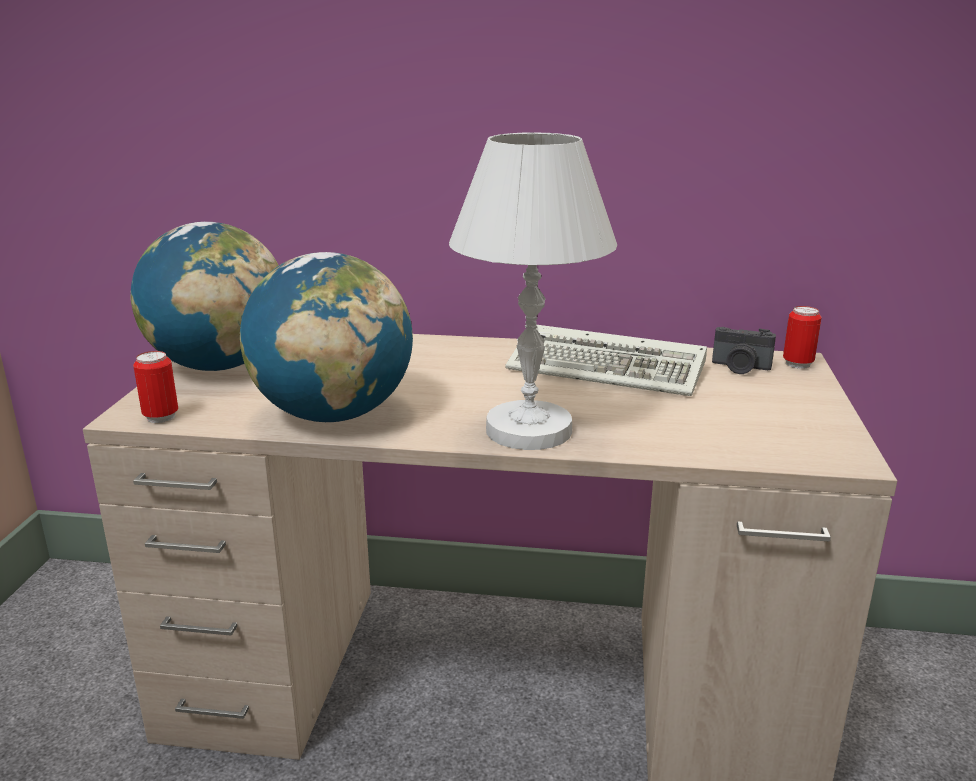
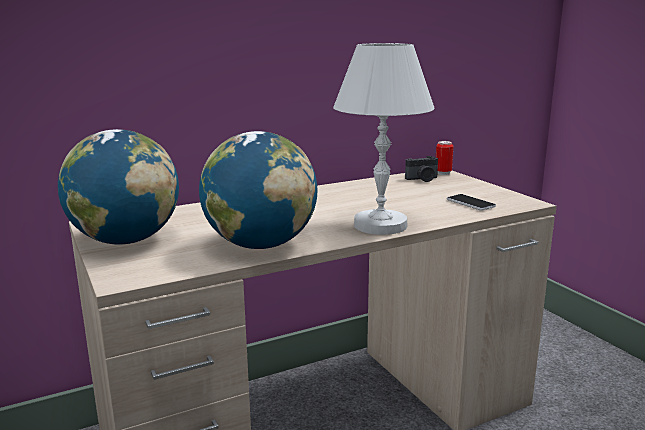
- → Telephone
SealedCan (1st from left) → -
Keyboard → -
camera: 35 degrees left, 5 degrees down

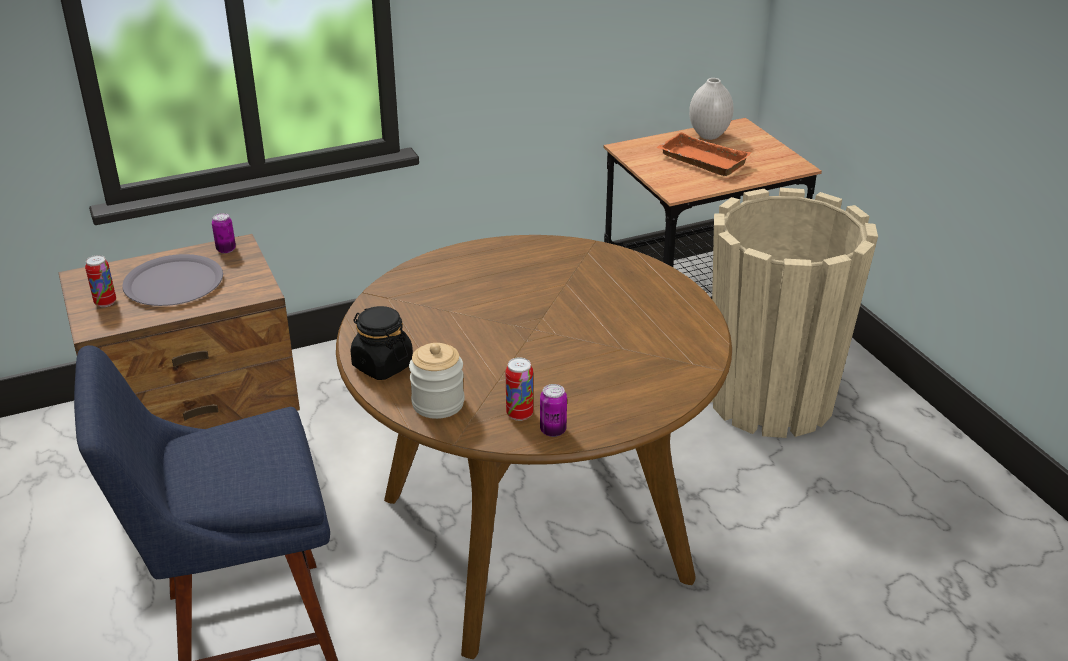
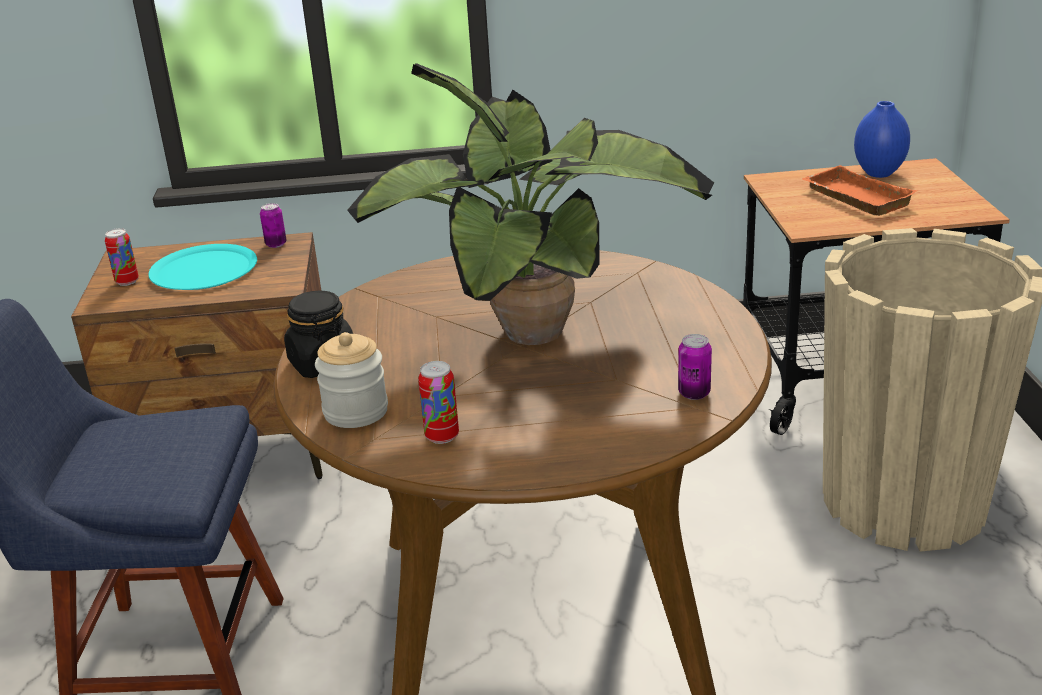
GreyishDinnerPlate → TurquoiseDinnerPlate
- → PlantInAPot
SealedCan (4th from left), moved
WhiteColouredVase → BluishVase
camera: 20 degrees right, 5 degrees down

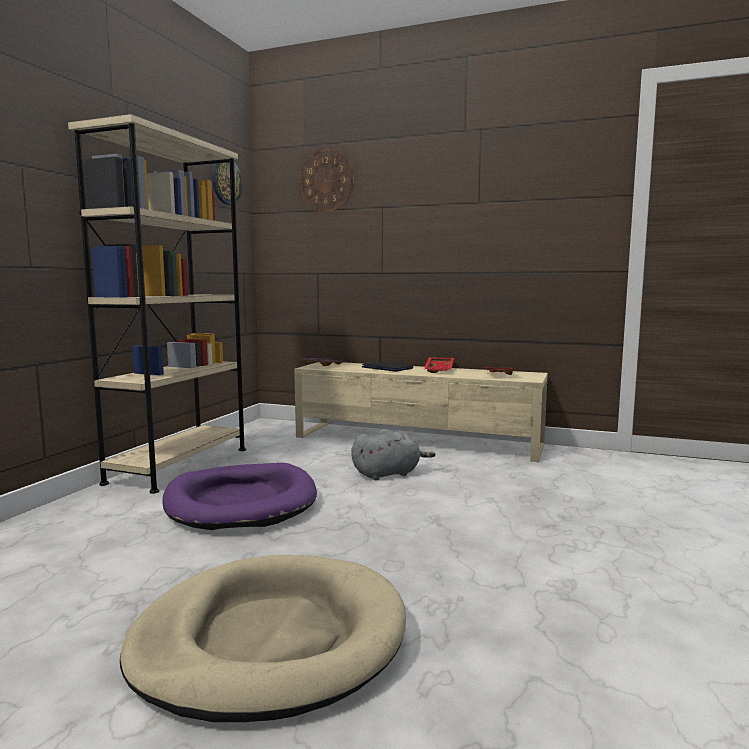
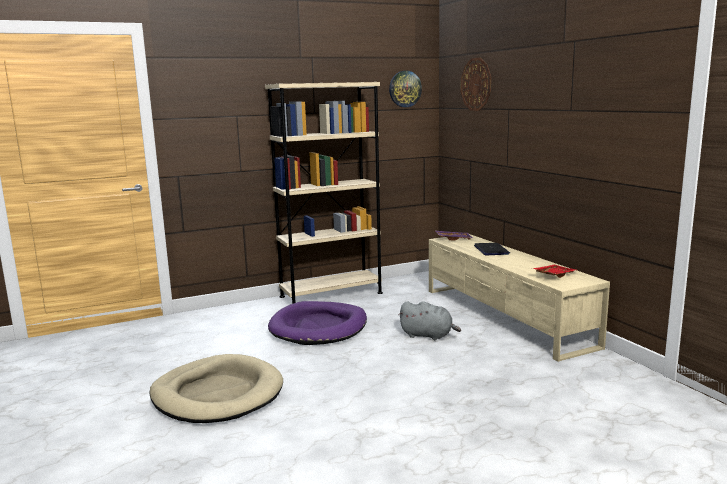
ReddishTray (1st from left) → -
camera: 45 degrees right, 5 degrees up

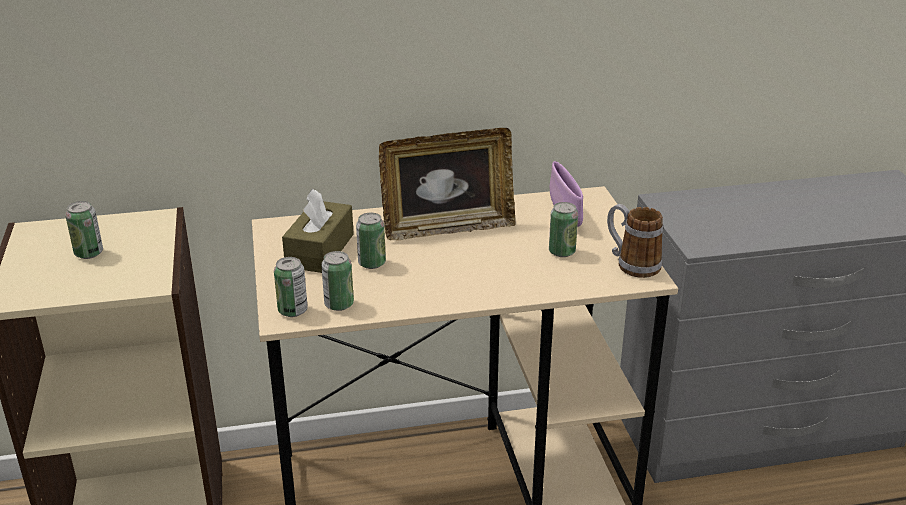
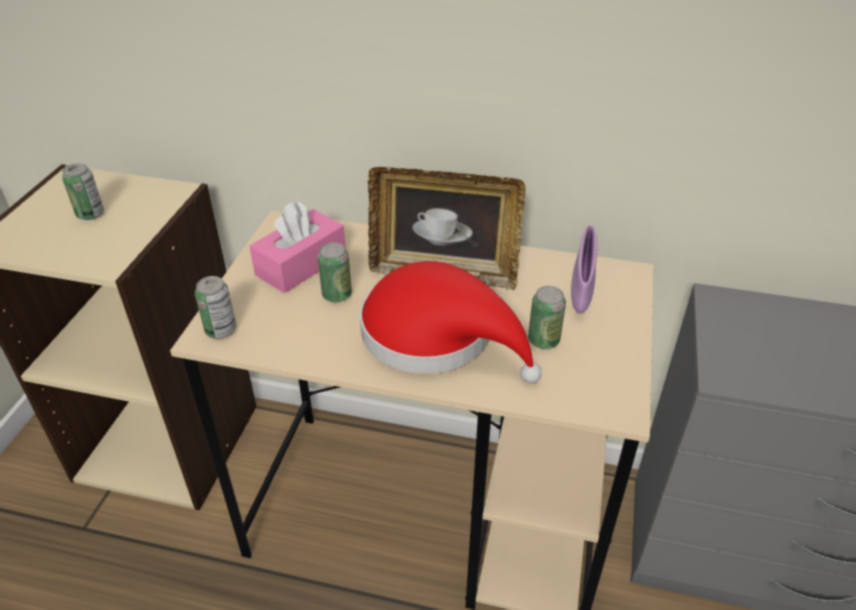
BrownColouredBoxOfTissues → PinkColouredBoxOfTissues
- → ReddishClothingHat
SealedCan (3rd from left) → -
CoffeeMug → -
camera: 25 degrees right, 10 degrees up

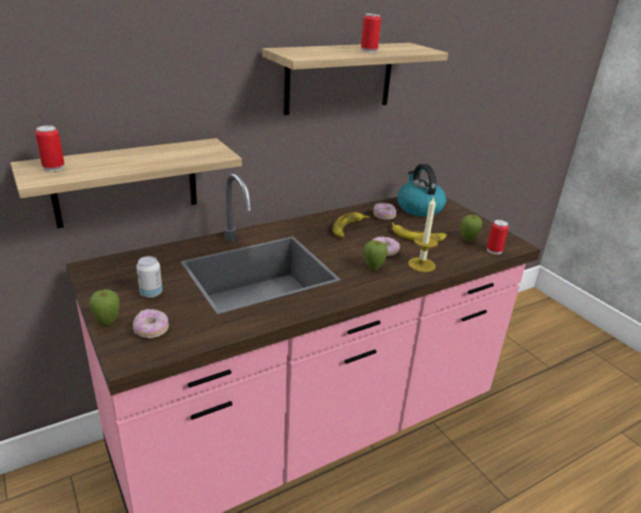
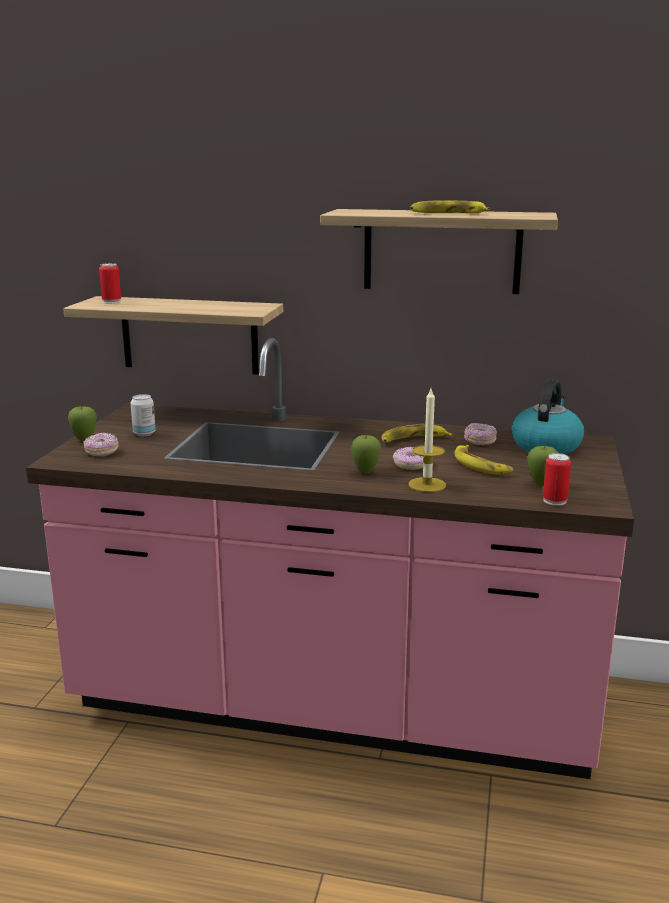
SealedCan (3rd from left) → WholeBanana (2nd from left)
camera: 45 degrees right, 10 degrees down

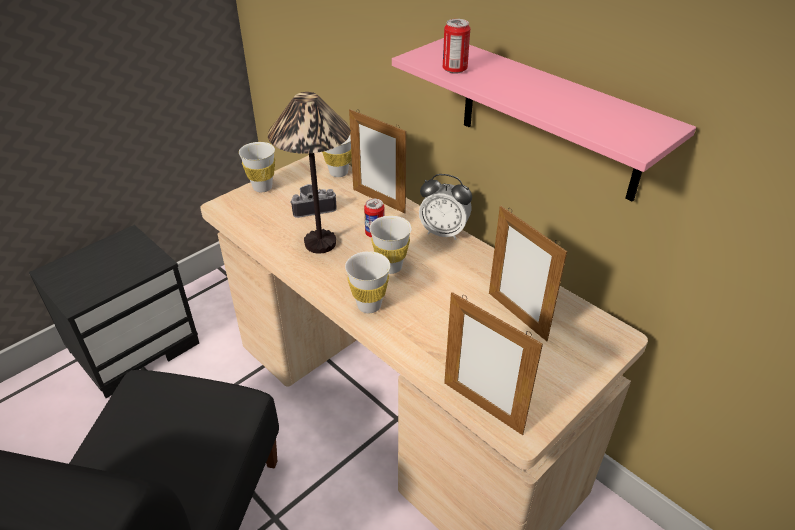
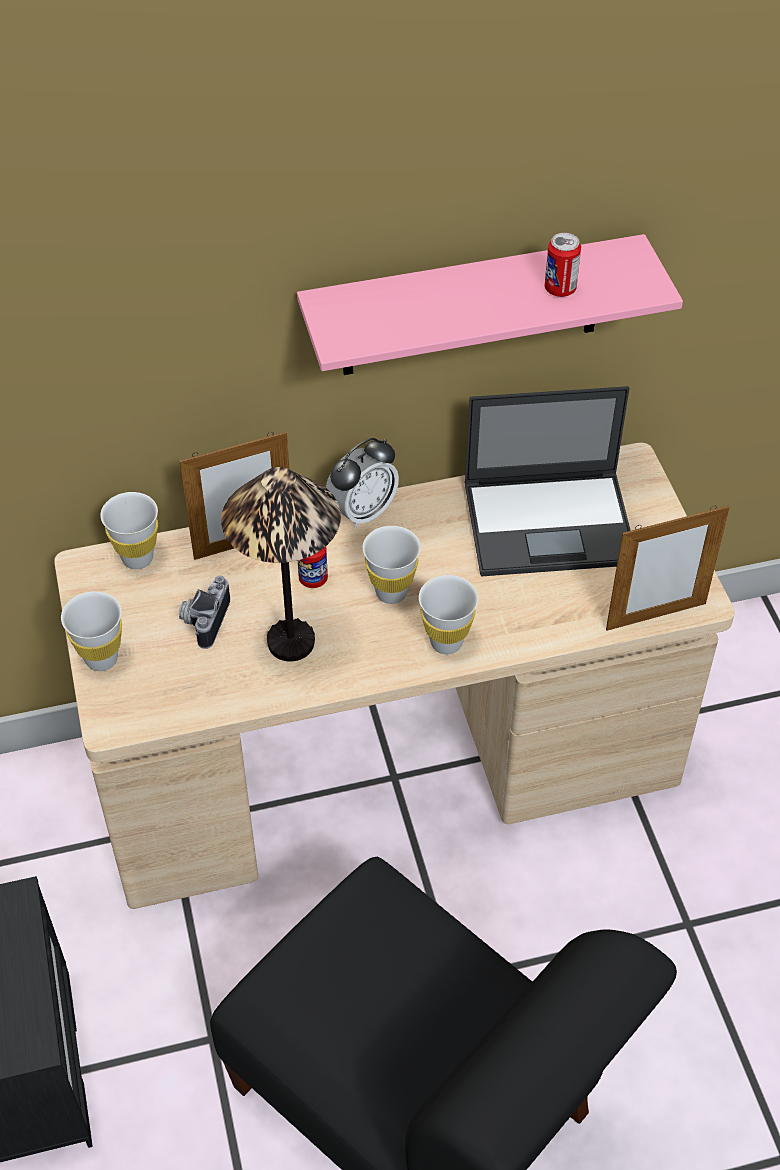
PhotoFrame (3rd from left) → PortableComputer
SealedCan (2nd from left), moved
camera: 60 degrees left, 10 degrees up

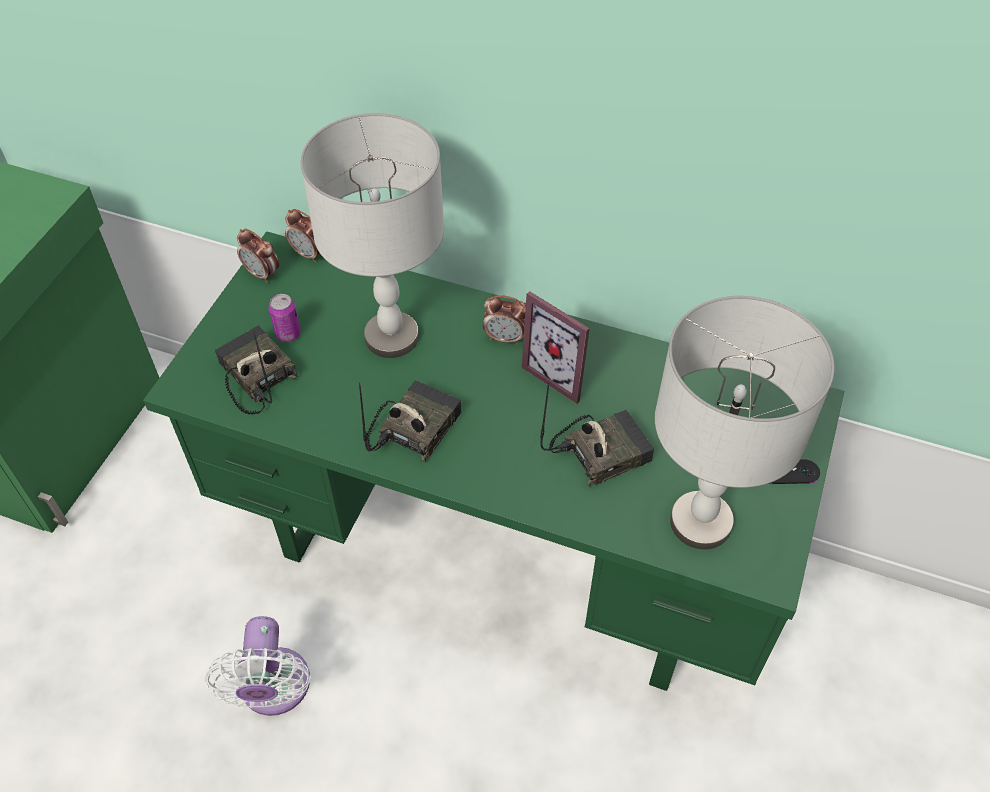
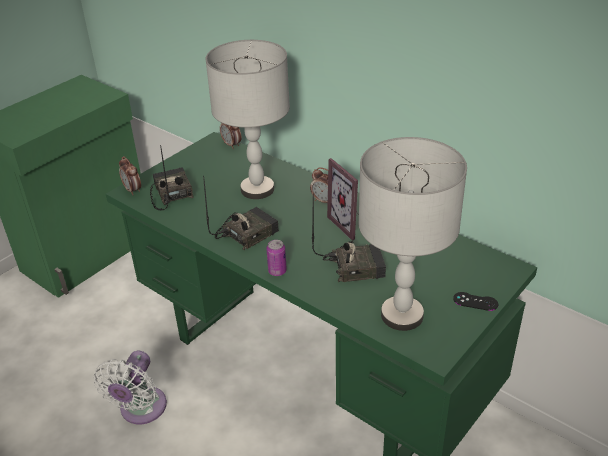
BedsideClock (1st from left), moved
SealedCan, moved
camera: 20 degrees right, 15 degrees down

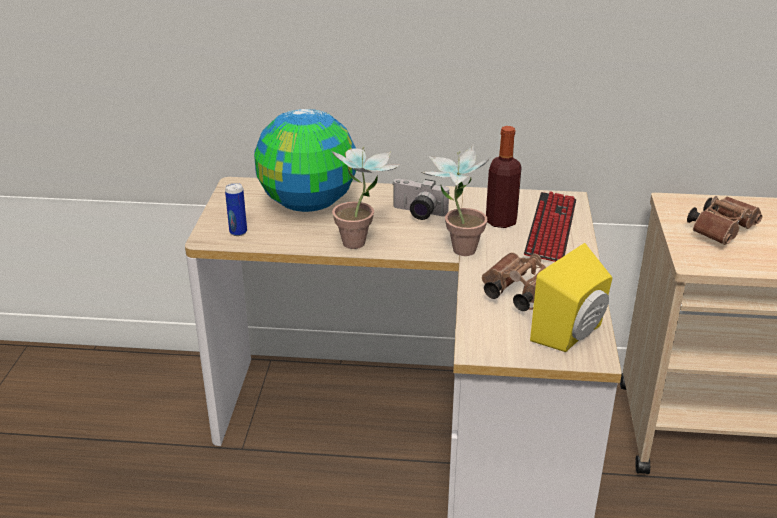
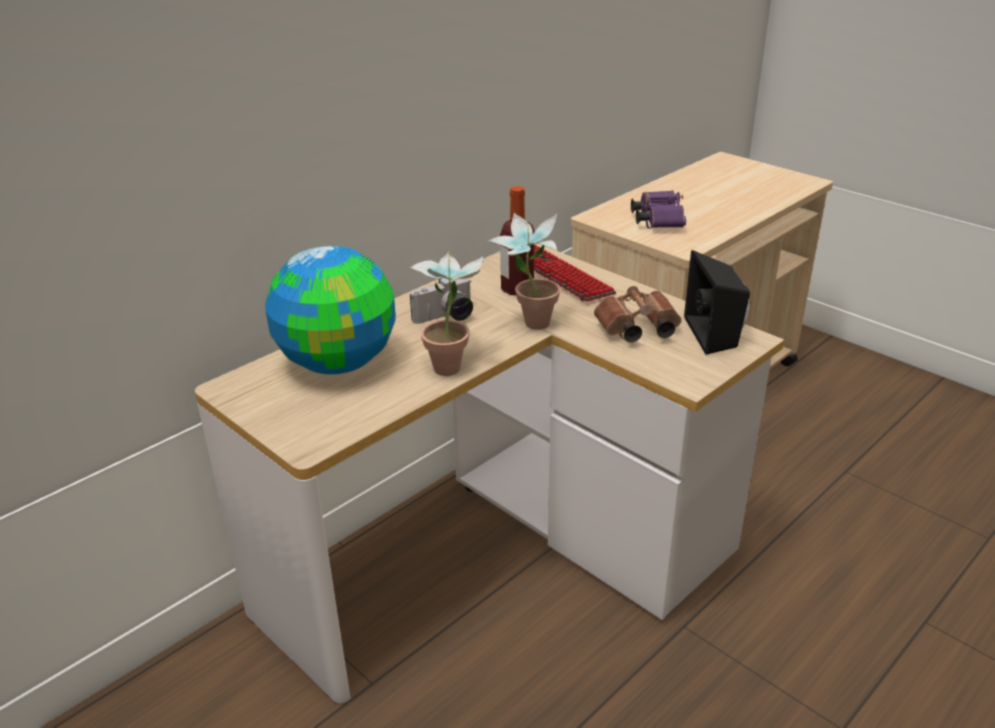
BrownColouredFieldGlasses (2nd from left) → PurplishFieldGlasses
YellowLoudspeaker → BlackLoudspeaker
SealedCan → -
camera: 50 degrees left, 0 degrees up

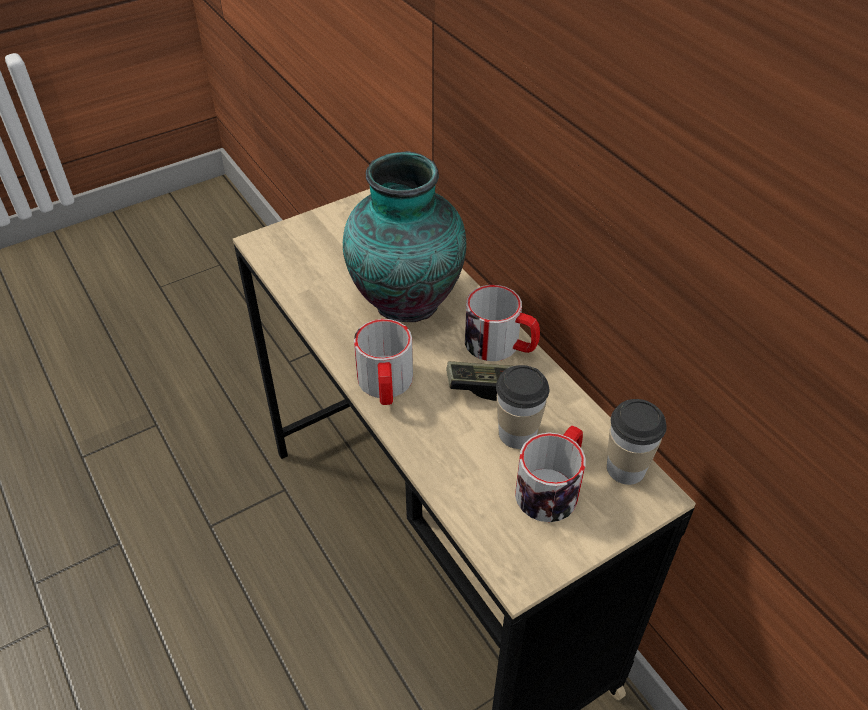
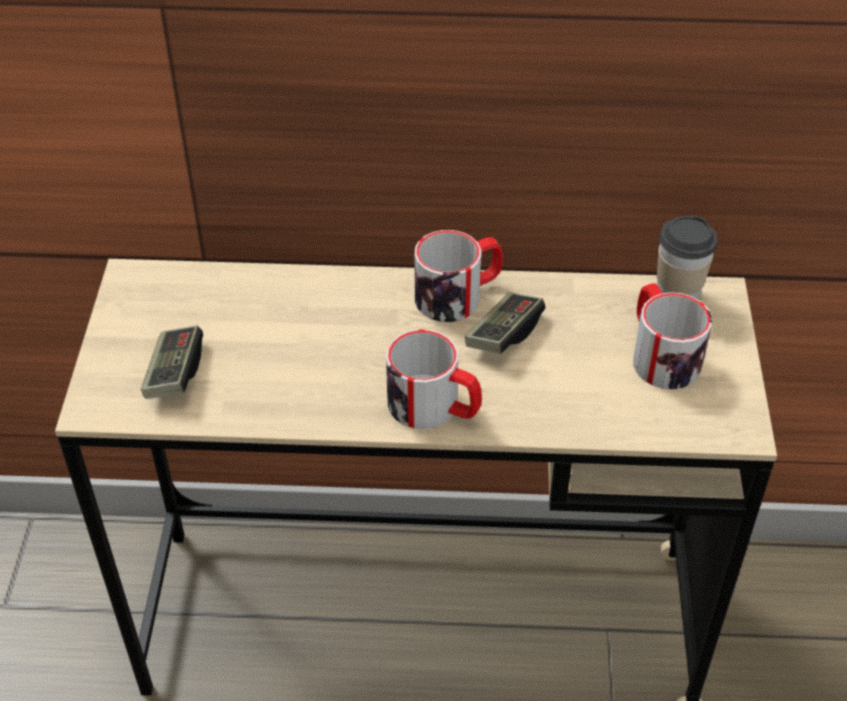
- → Gamepad (1st from left)
Vase → -
DrinkingCup (1st from left) → -
camera: 55 degrees left, 0 degrees up

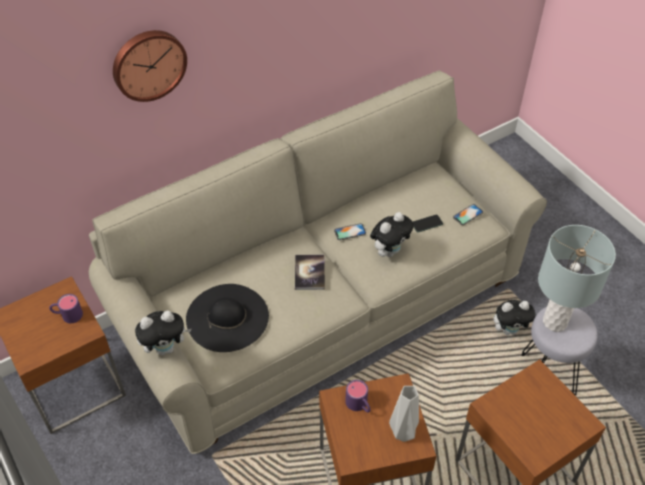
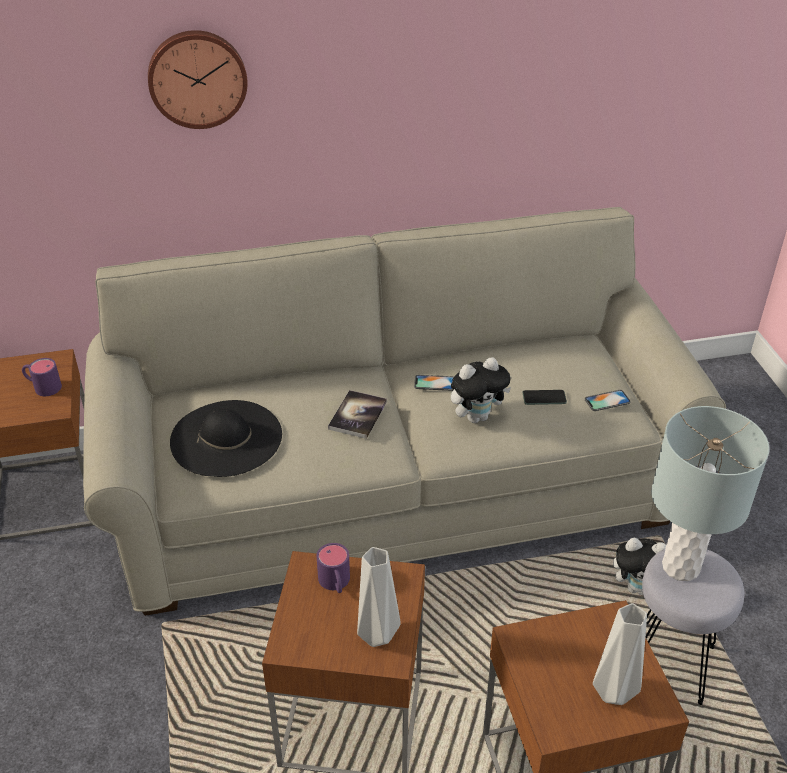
- → GreyishVase (2nd from left)
PlushToy (1st from left) → -
camera: 20 degrees right, 10 degrees down

